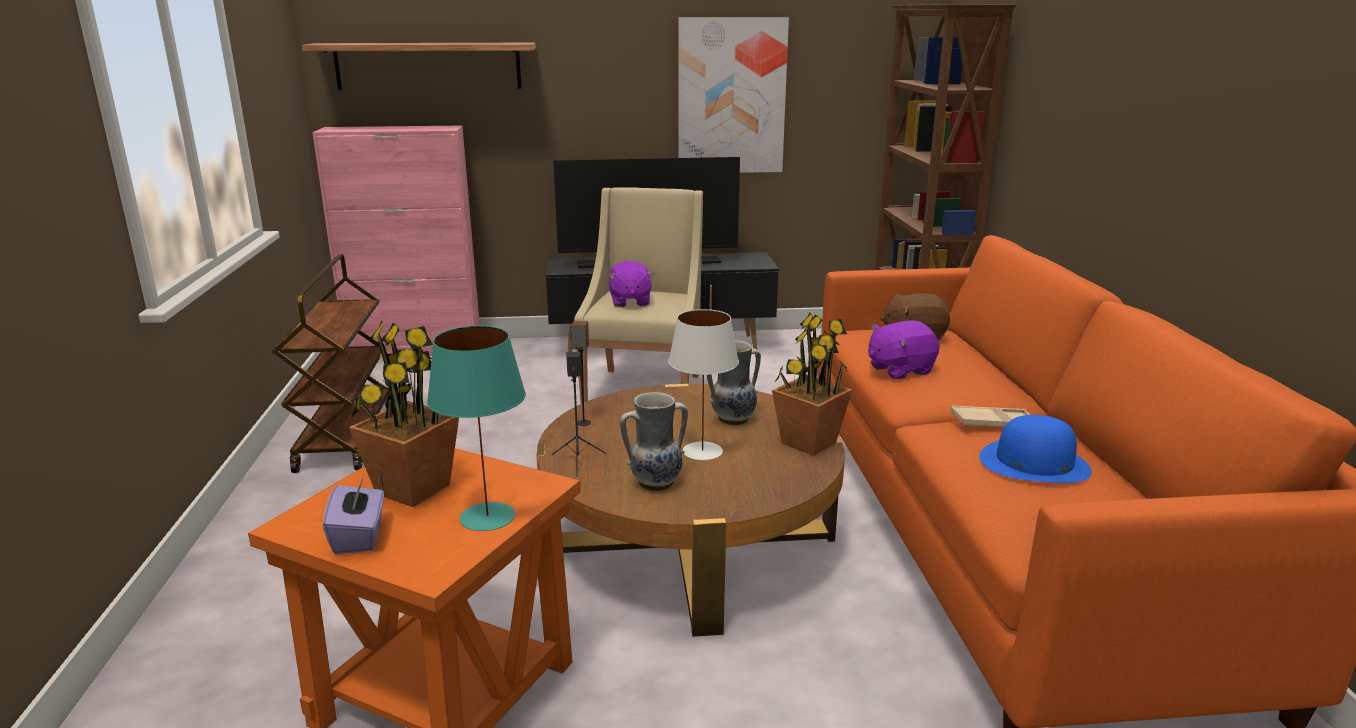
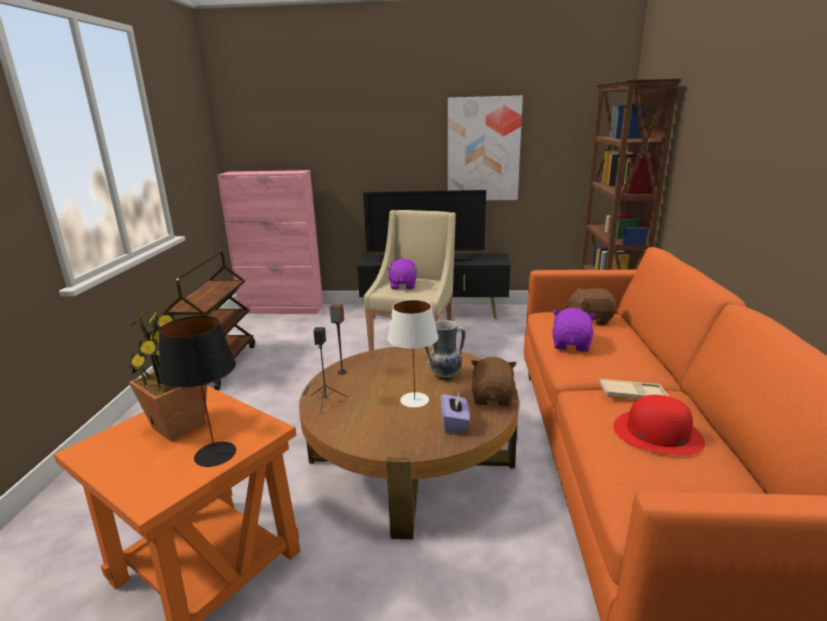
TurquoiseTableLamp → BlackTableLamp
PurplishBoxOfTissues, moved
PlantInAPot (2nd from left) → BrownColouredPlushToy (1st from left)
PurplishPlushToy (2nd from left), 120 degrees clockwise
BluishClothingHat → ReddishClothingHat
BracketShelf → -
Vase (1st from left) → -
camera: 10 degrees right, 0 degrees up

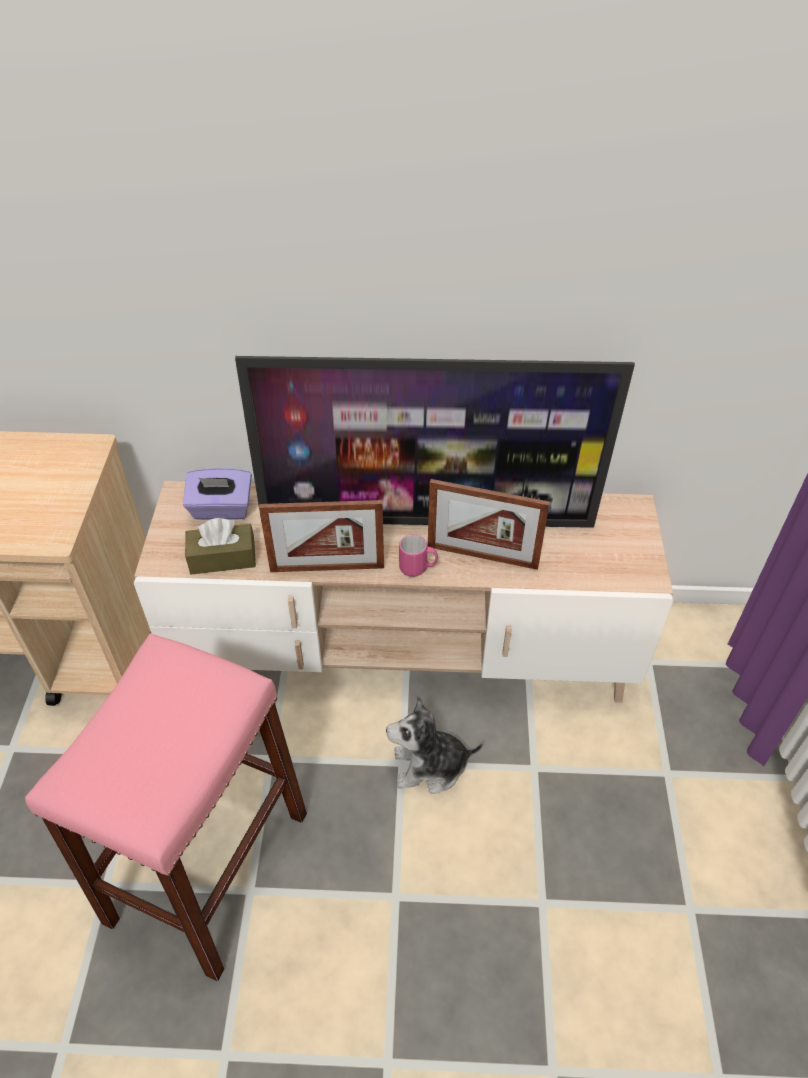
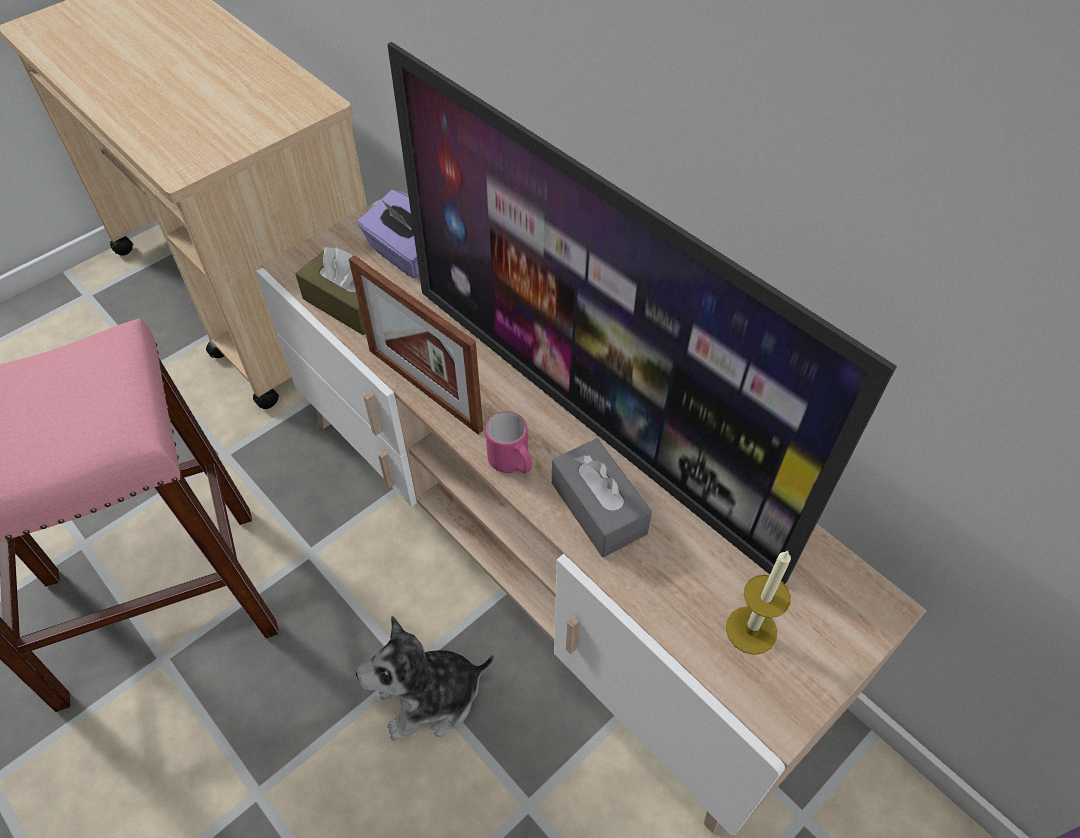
PlushToy, 60 degrees counterclockwise
PhotoFrame (2nd from left) → GreyishBoxOfTissues
- → WaxLight
camera: 45 degrees right, 5 degrees up

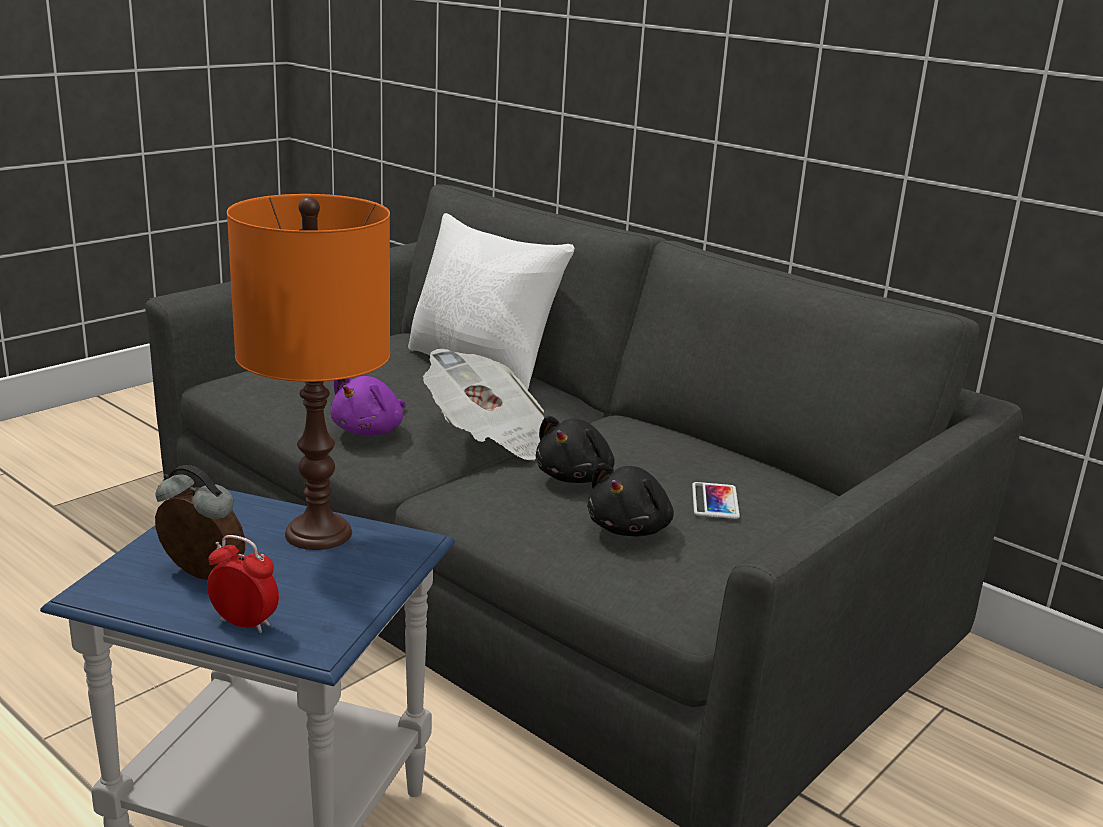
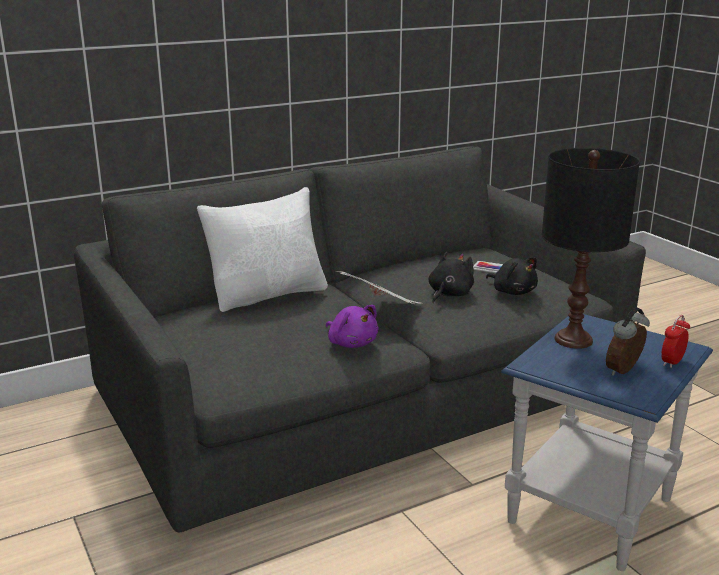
BlackPlushToy (1st from left), 105 degrees counterclockwise
OrangeColouredTableLamp → BlackTableLamp
camera: 70 degrees left, 0 degrees up

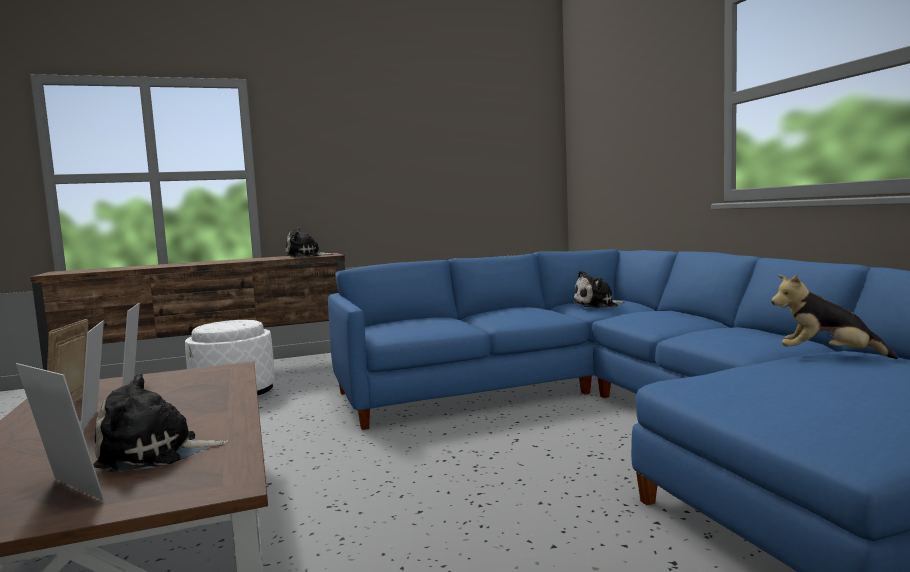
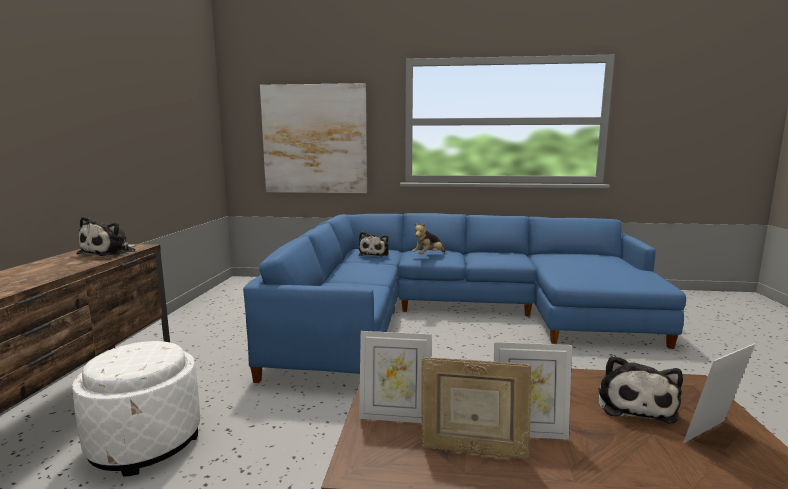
- → Picture
PlushToy (4th from left in the first image) → PlushToy (3rd from left), moved
camera: 65 degrees left, 5 degrees up

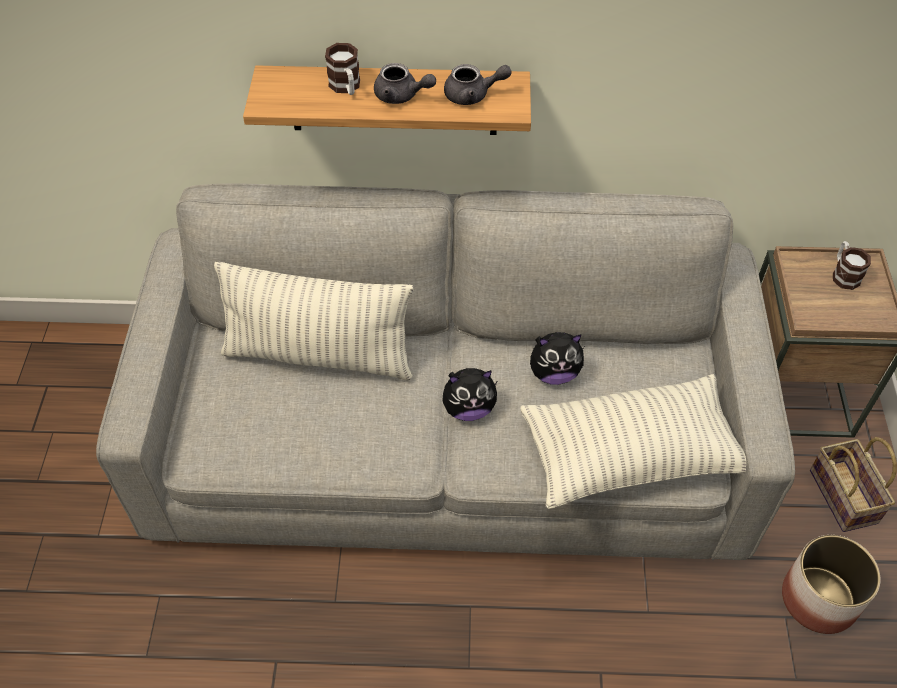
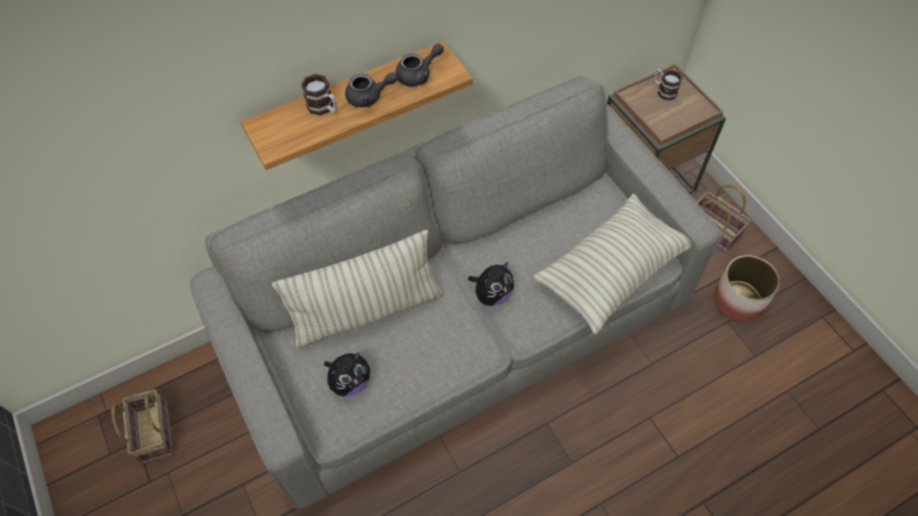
- → StorageBasket (1st from left)
PlushToy (2nd from left in the first image) → PlushToy (1st from left), moved
camera: 30 degrees left, 5 degrees up

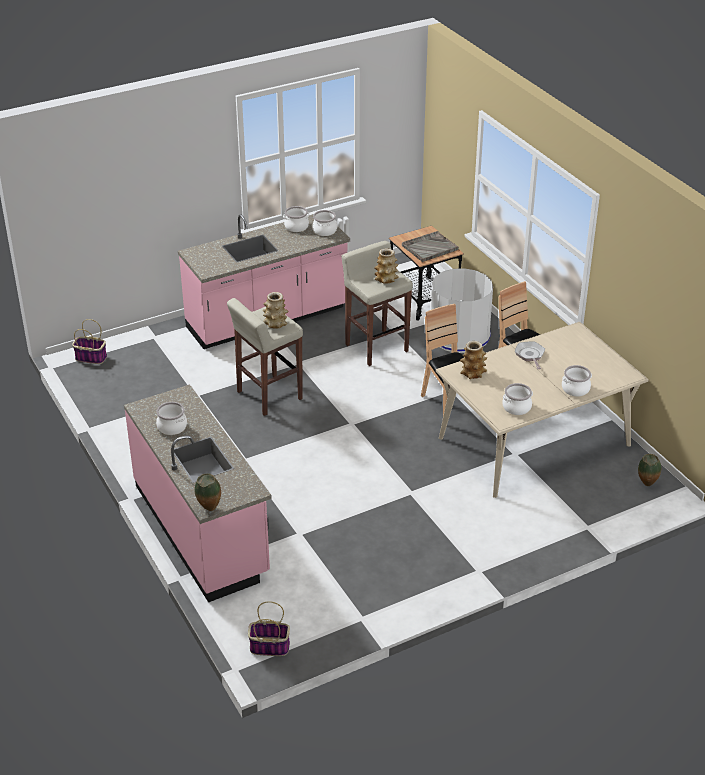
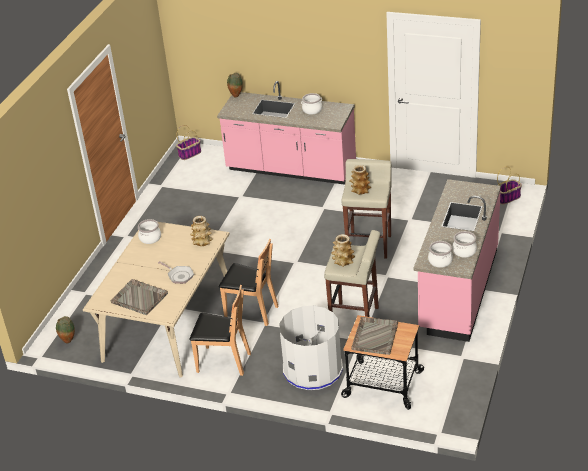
- → GreyishTray (1st from left)
Saucepot (5th from left) → -
camera: 140 degrees right, 0 degrees up

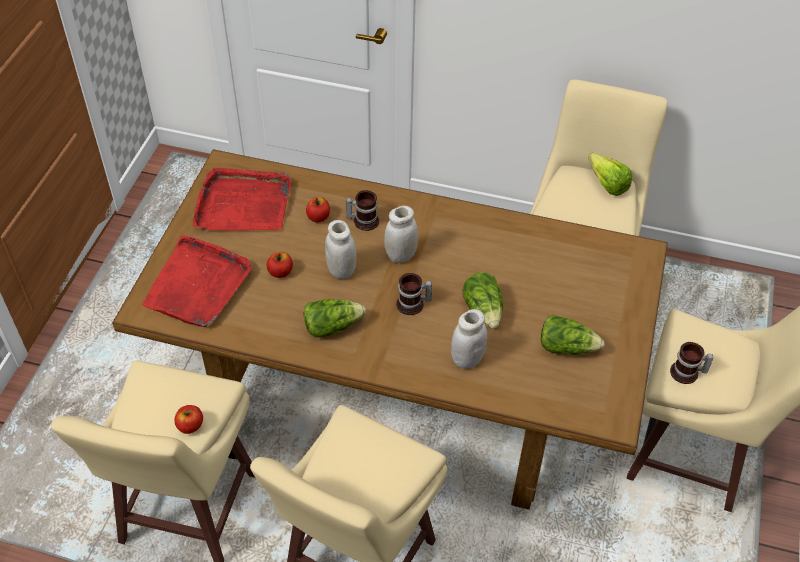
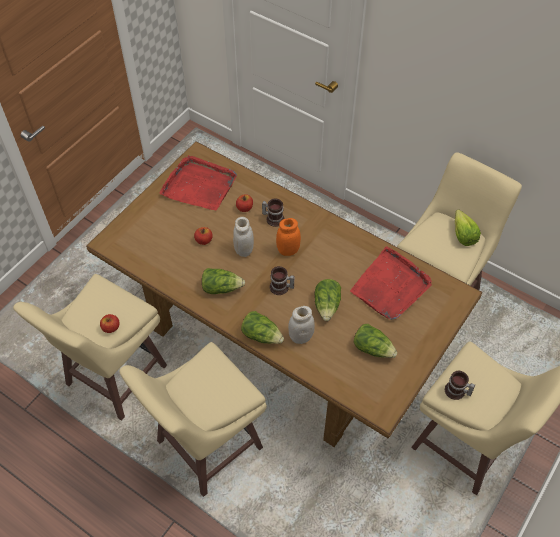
- → HeadOfLettuce (2nd from left)
WhiteColouredJar (2nd from left) → OrangeColouredJar
ReddishTray (1st from left in the first image) → ReddishTray (2nd from left), moved
camera: 20 degrees right, 5 degrees up

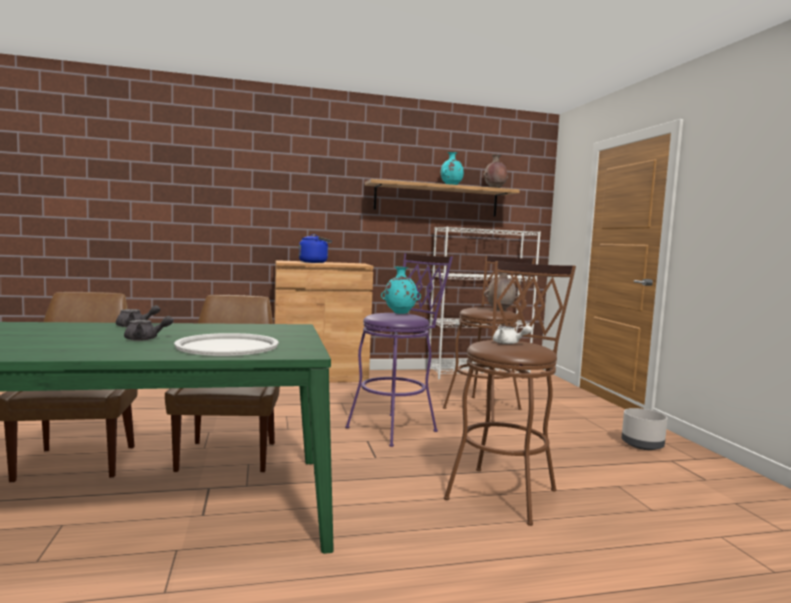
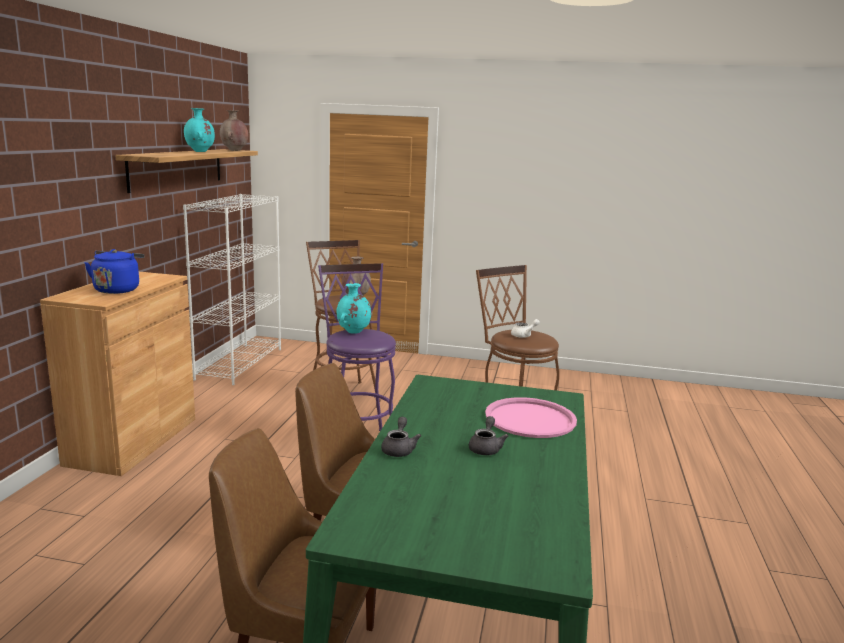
WhiteColouredTray → PinkColouredTray
GreyishPlantPot → -
camera: 65 degrees left, 10 degrees up

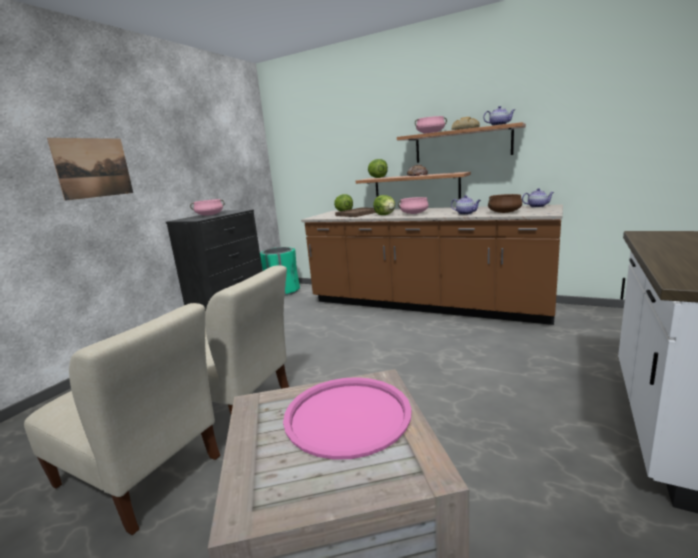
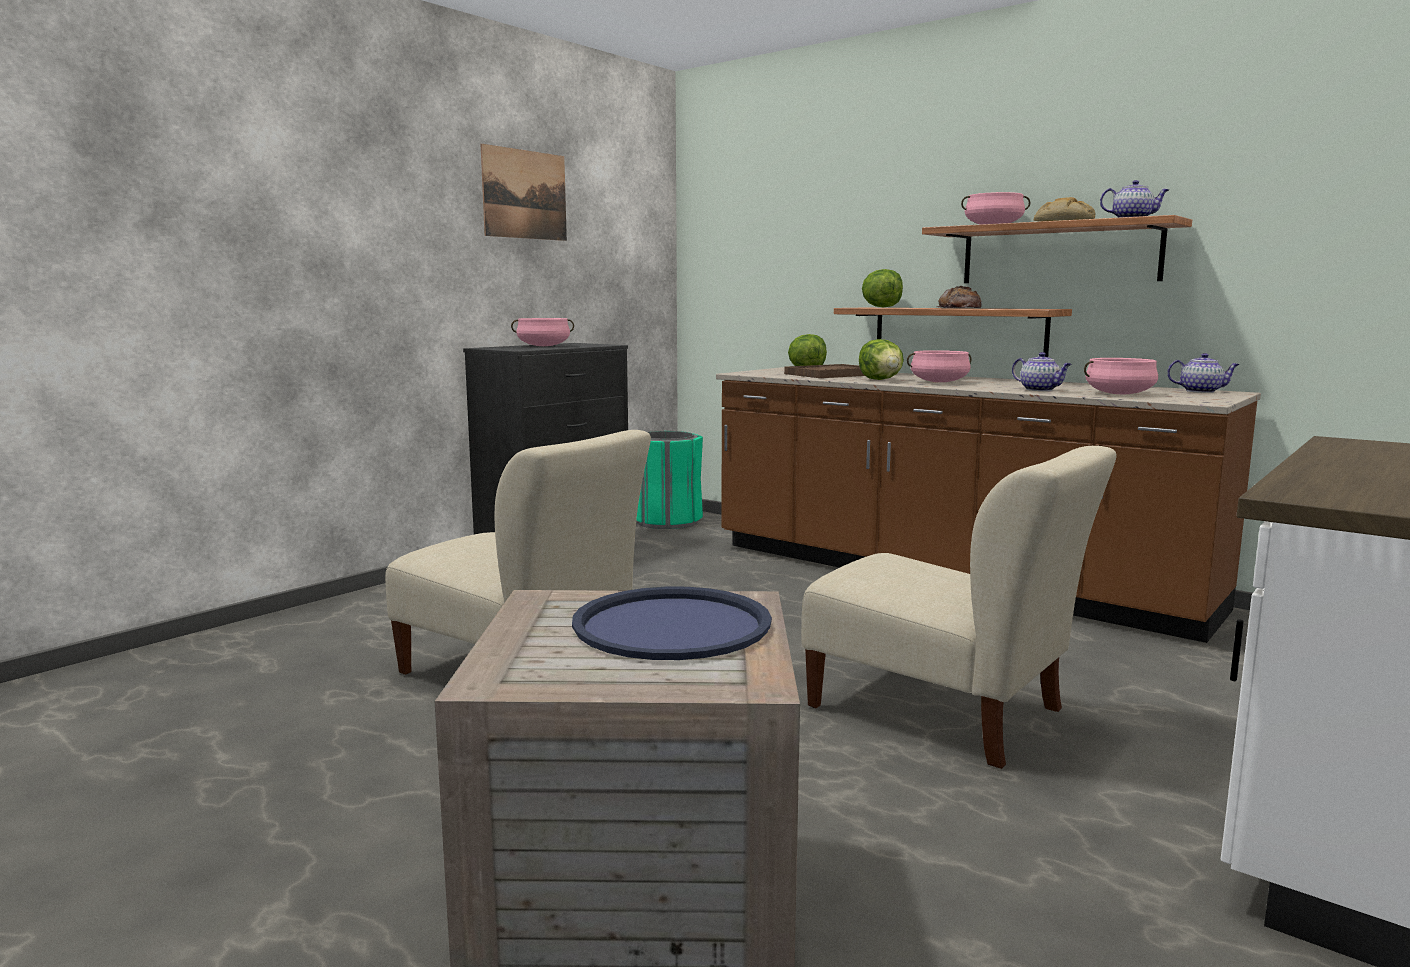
Picture, moved
PinkColouredTray → BluishTray
SandColouredChair (1st from left in the first image) → SandColouredChair (2nd from left), moved
BrownColouredSaucepot → PinkColouredSaucepot (4th from left)
camera: 10 degrees right, 5 degrees down

